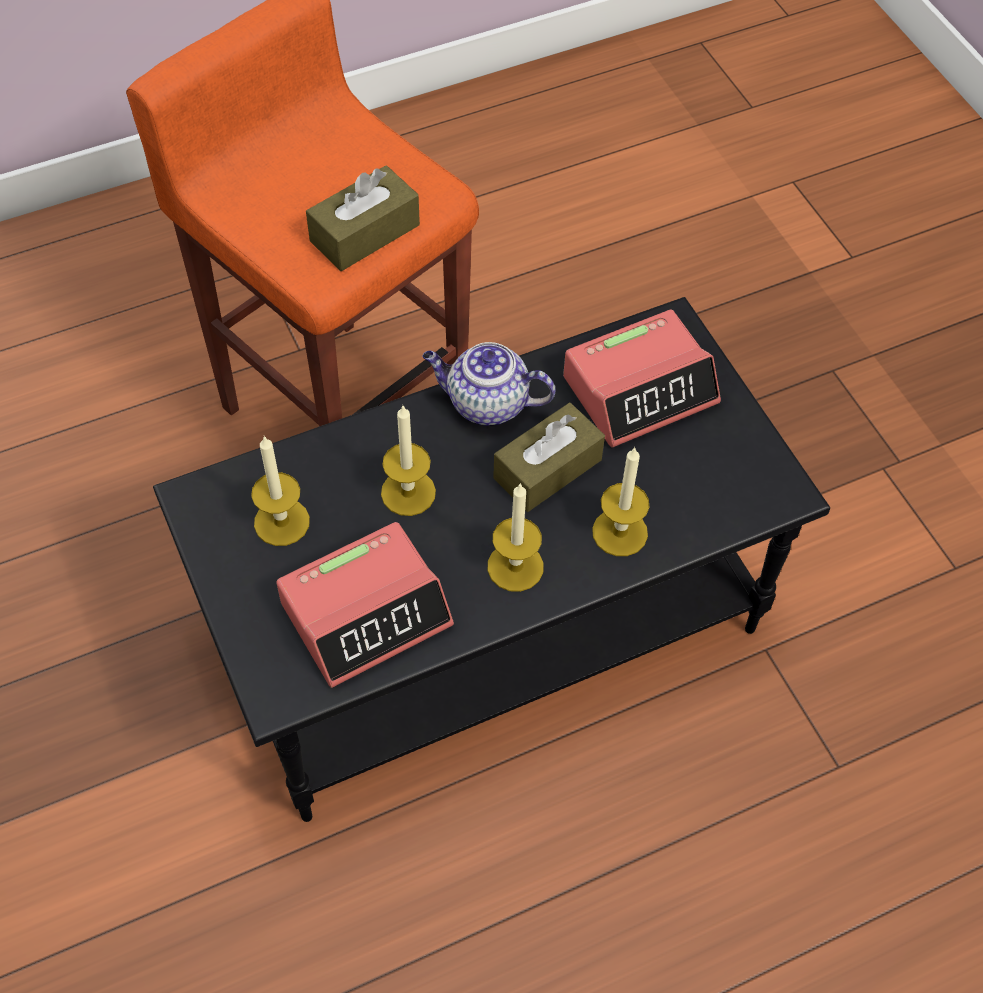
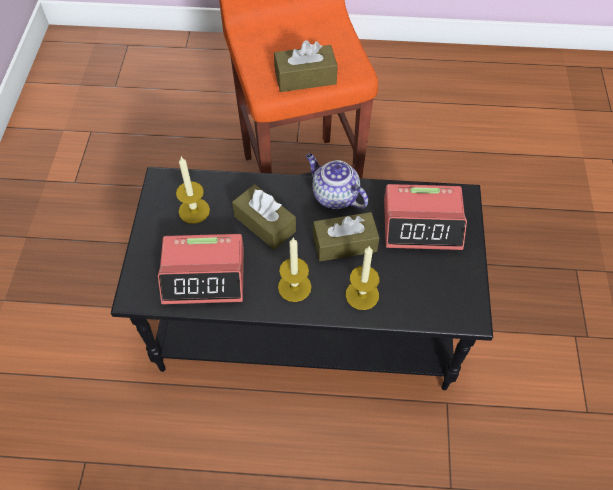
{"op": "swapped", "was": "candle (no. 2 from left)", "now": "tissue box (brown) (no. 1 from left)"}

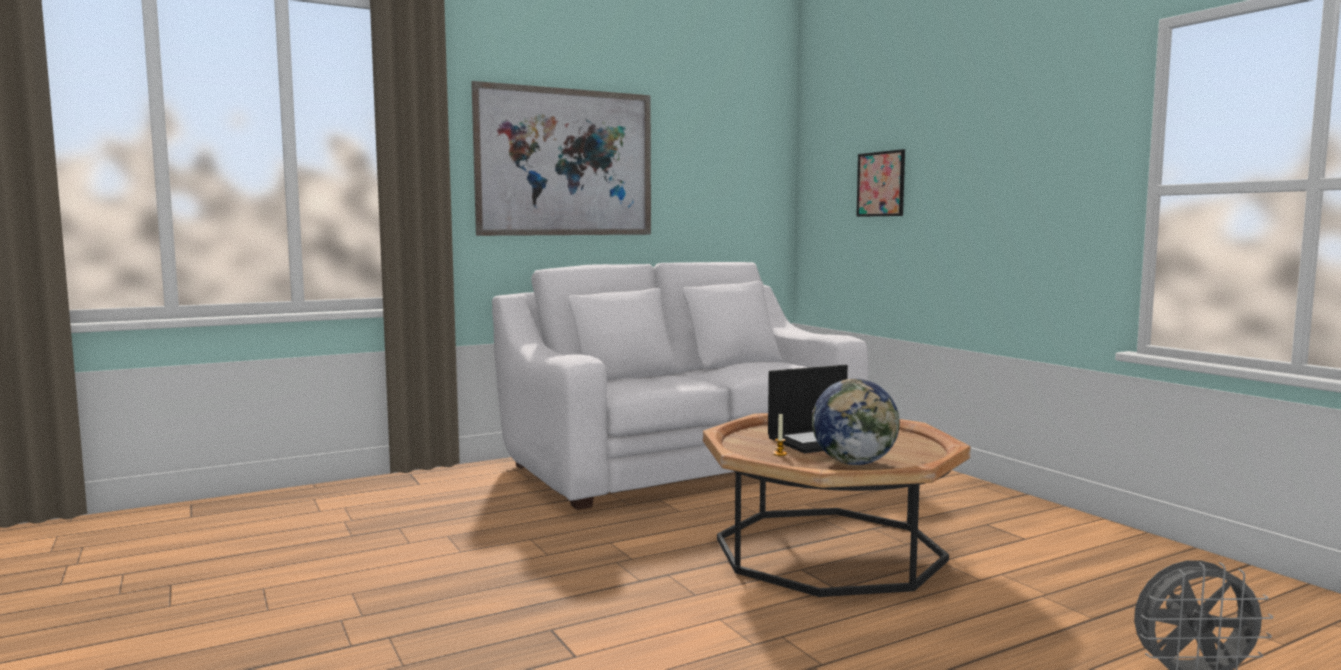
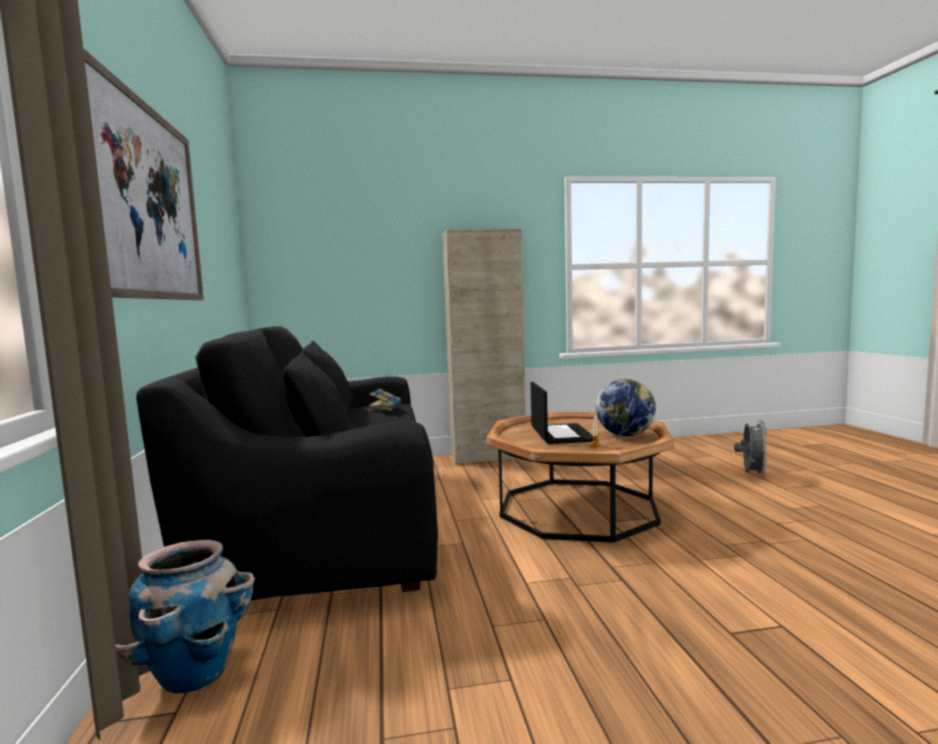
{"op": "new", "now": "planter"}
{"op": "repainted", "was": "sofa (white)", "now": "sofa (black)"}
{"op": "new", "now": "book"}
{"op": "new", "now": "cabinet (beige)"}
{"op": "gone", "was": "picture (no. 2 from left)"}

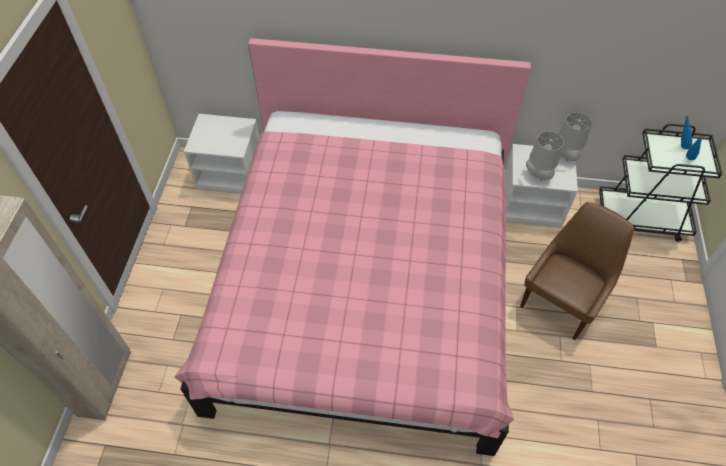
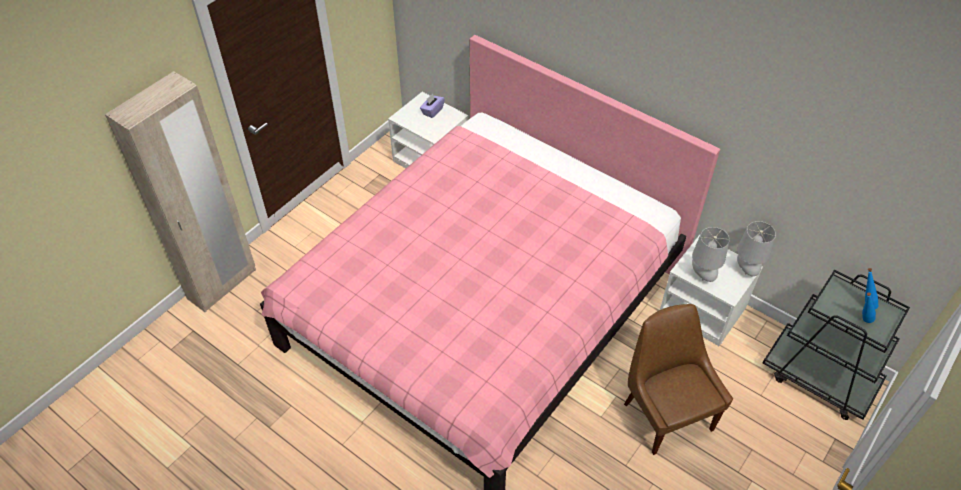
{"op": "new", "now": "tissue box (purple)"}
{"op": "rotated", "was": "chair (brown)", "clockwise": -90}

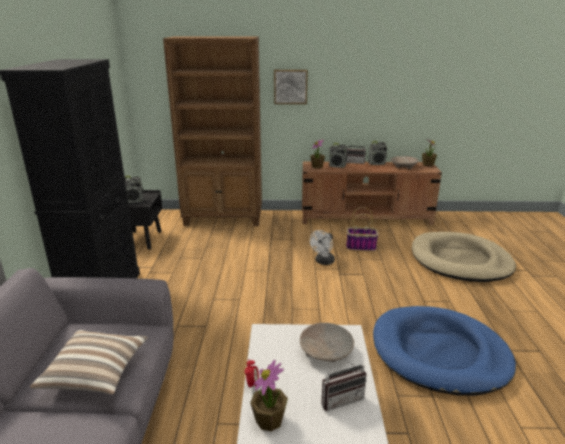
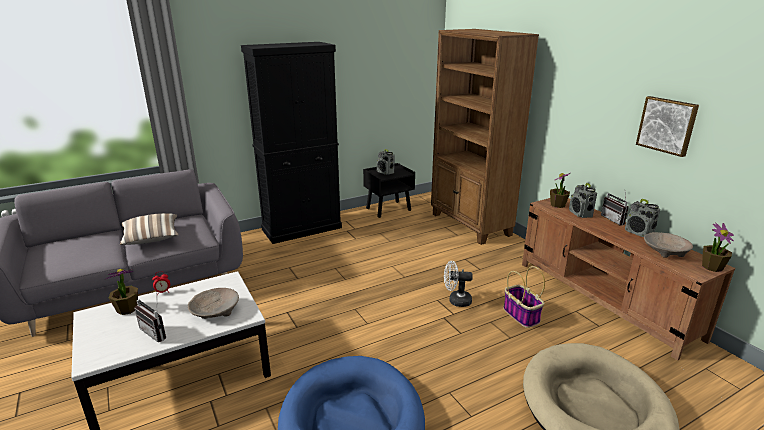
{"op": "shifted", "was": "picture"}

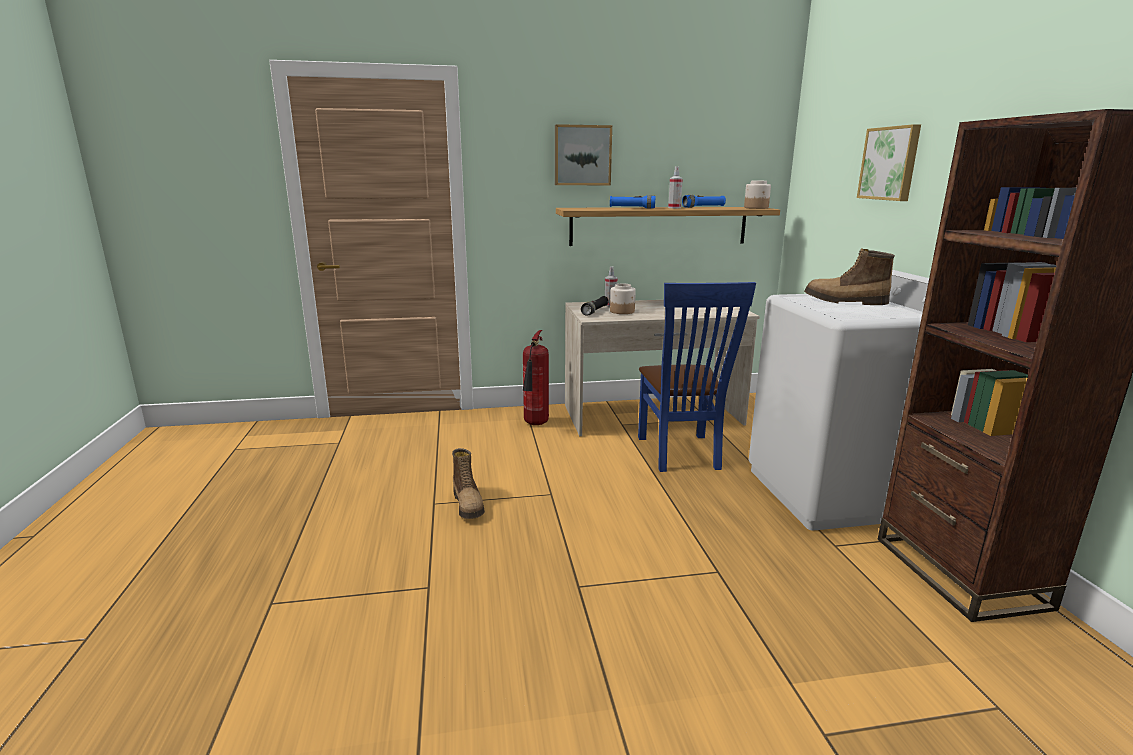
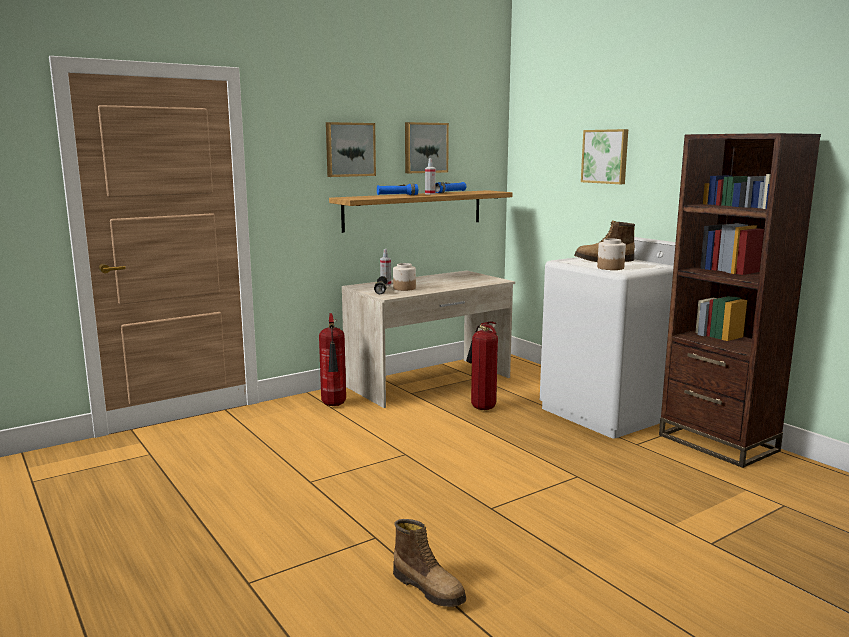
{"op": "shifted", "was": "boot (no. 1 from left)"}
{"op": "new", "now": "picture (no. 2 from left)"}
{"op": "swapped", "was": "chair (blue)", "now": "fire extinguisher (no. 2 from left)"}
{"op": "shifted", "was": "jar (no. 2 from left)"}

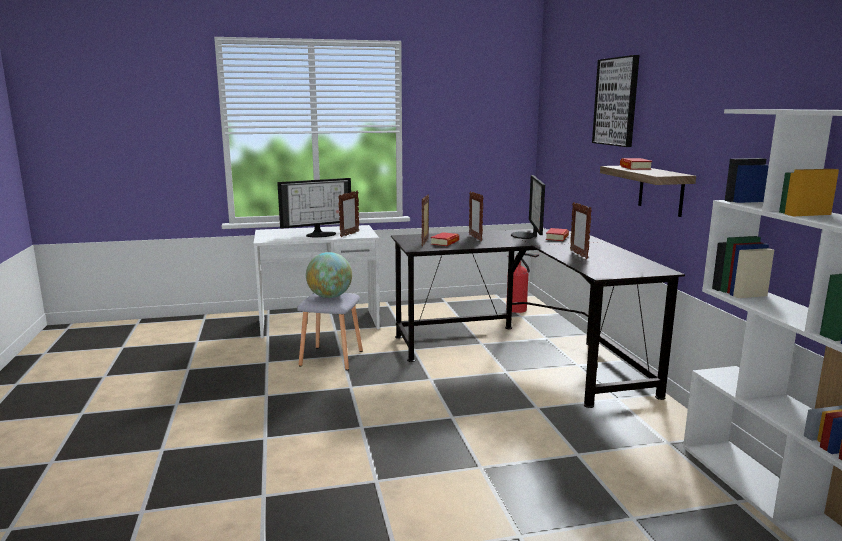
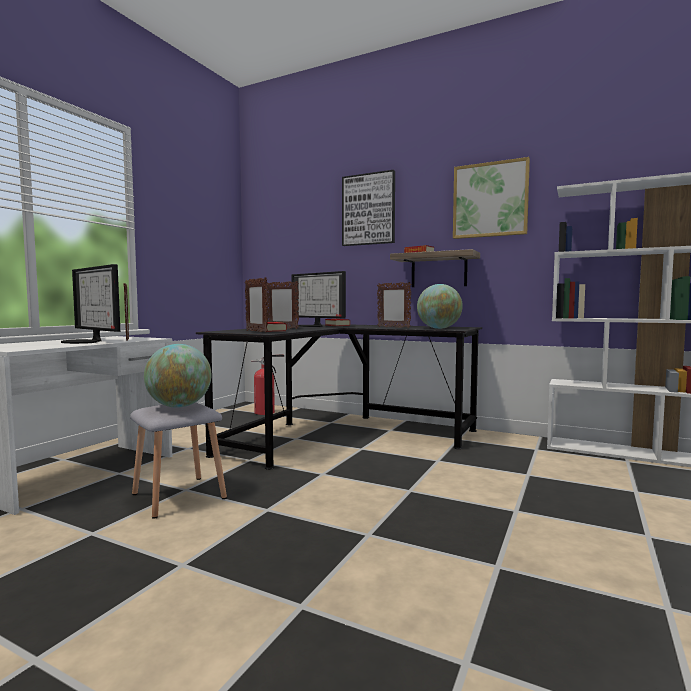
{"op": "rotated", "was": "monitor (no. 1 from left)", "clockwise": 120}
{"op": "new", "now": "globe (no. 2 from left)"}
{"op": "new", "now": "picture (no. 2 from left)"}

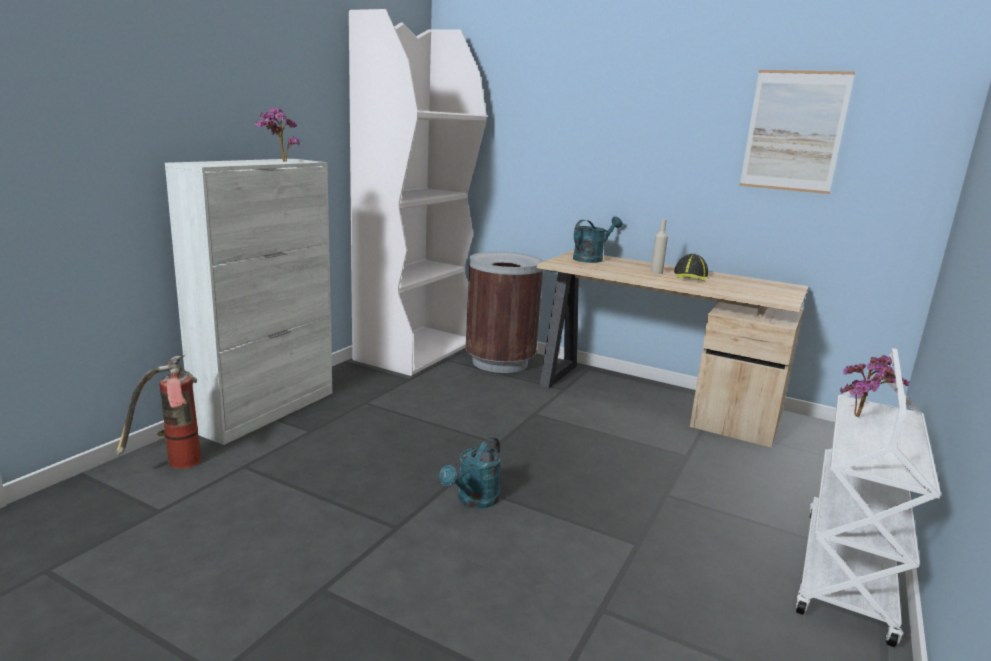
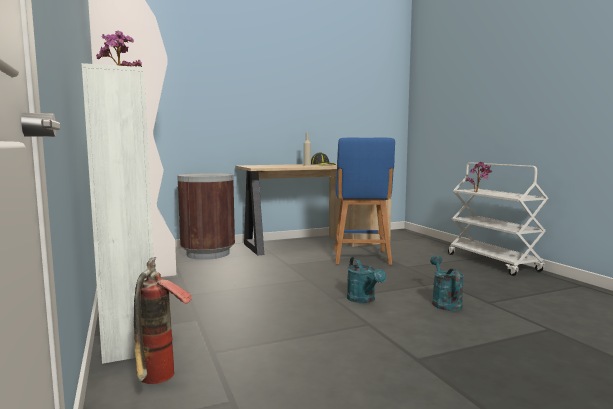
{"op": "new", "now": "stool (blue)"}
{"op": "shifted", "was": "watering can (turquoise) (no. 2 from left)"}
{"op": "gone", "was": "picture"}

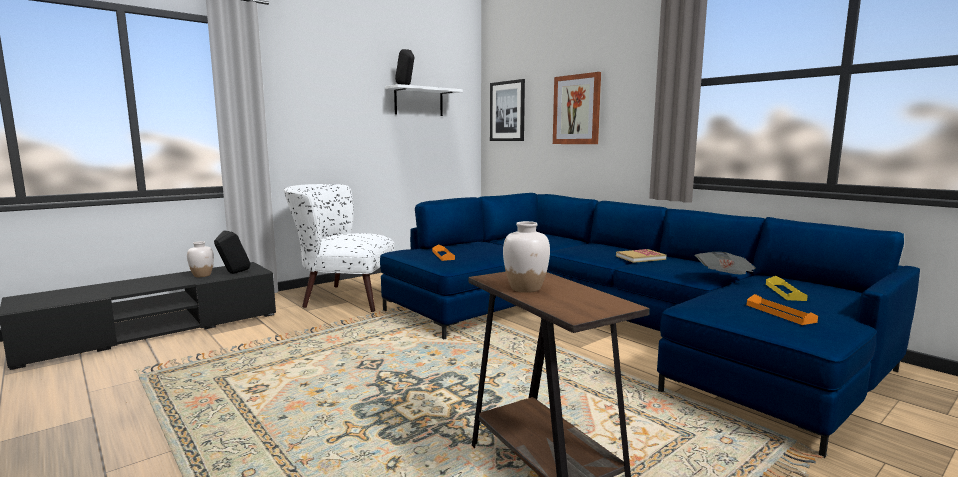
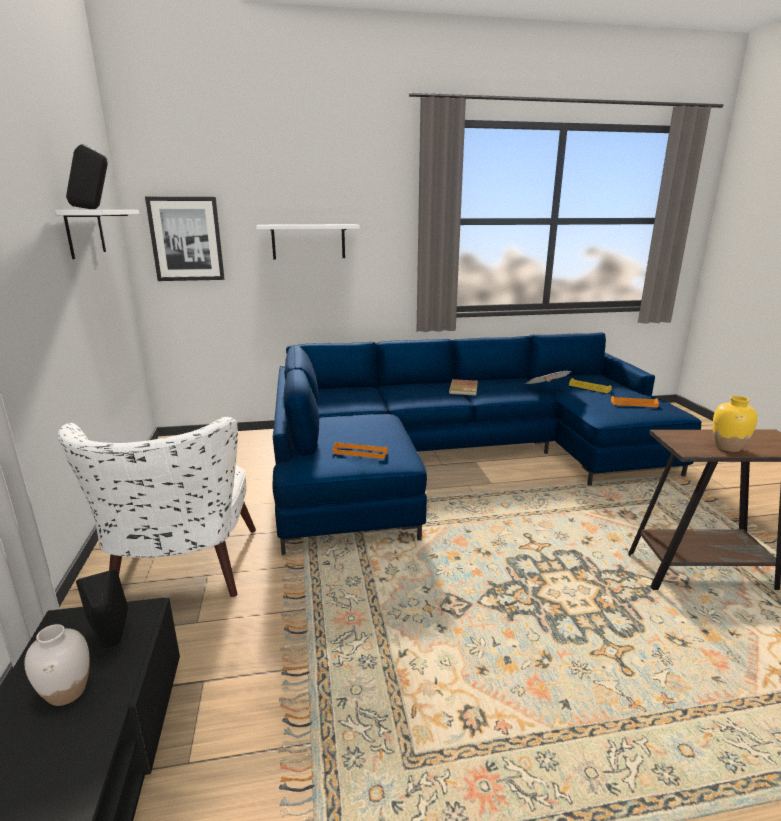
{"op": "rotated", "was": "armchair (white)", "clockwise": -45}
{"op": "swapped", "was": "picture (no. 2 from left)", "now": "shelf (white) (no. 2 from left)"}
{"op": "repainted", "was": "vase (white) (no. 2 from left)", "now": "vase (yellow)"}

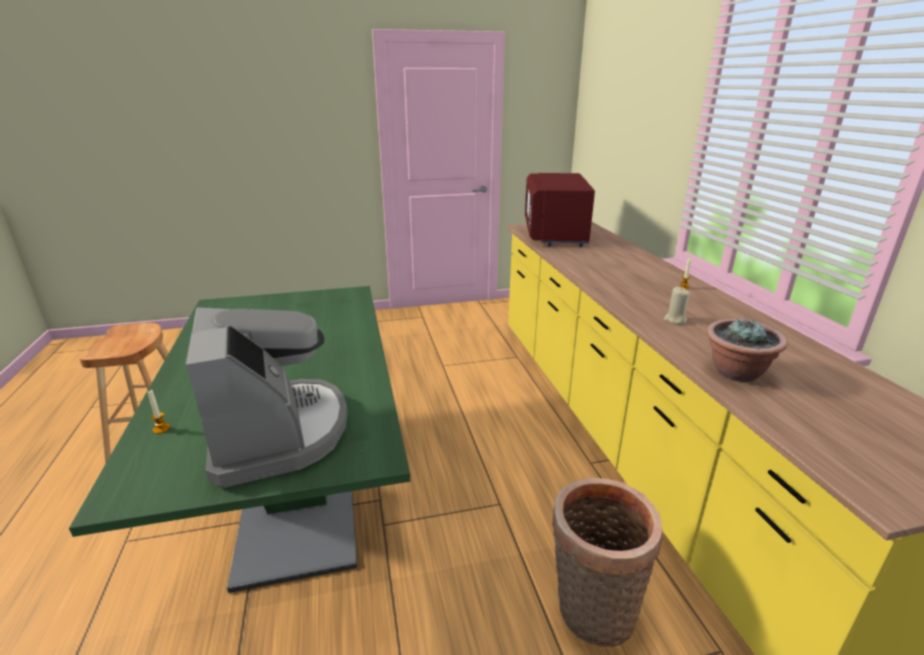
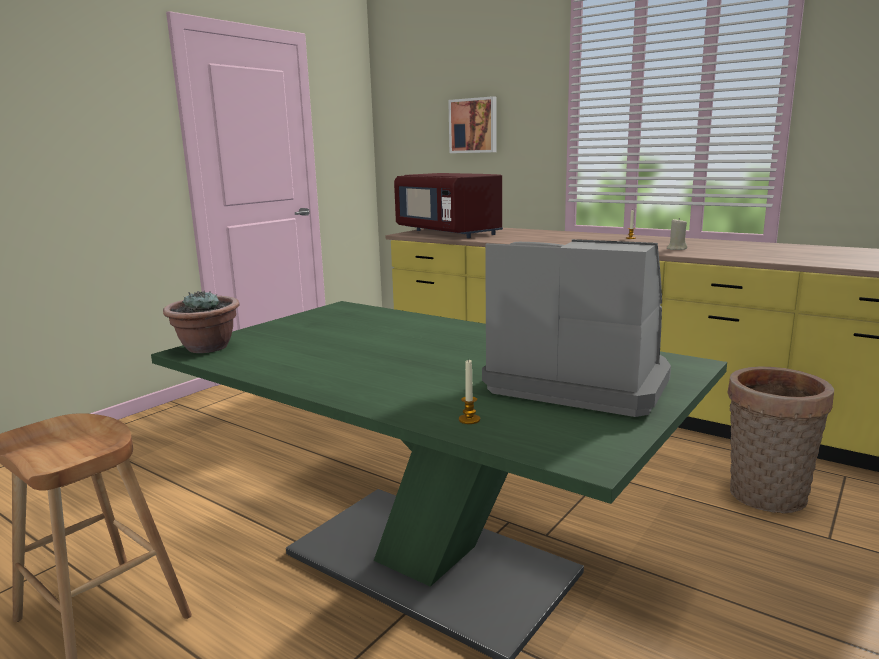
{"op": "shifted", "was": "potted plant"}
{"op": "new", "now": "picture"}

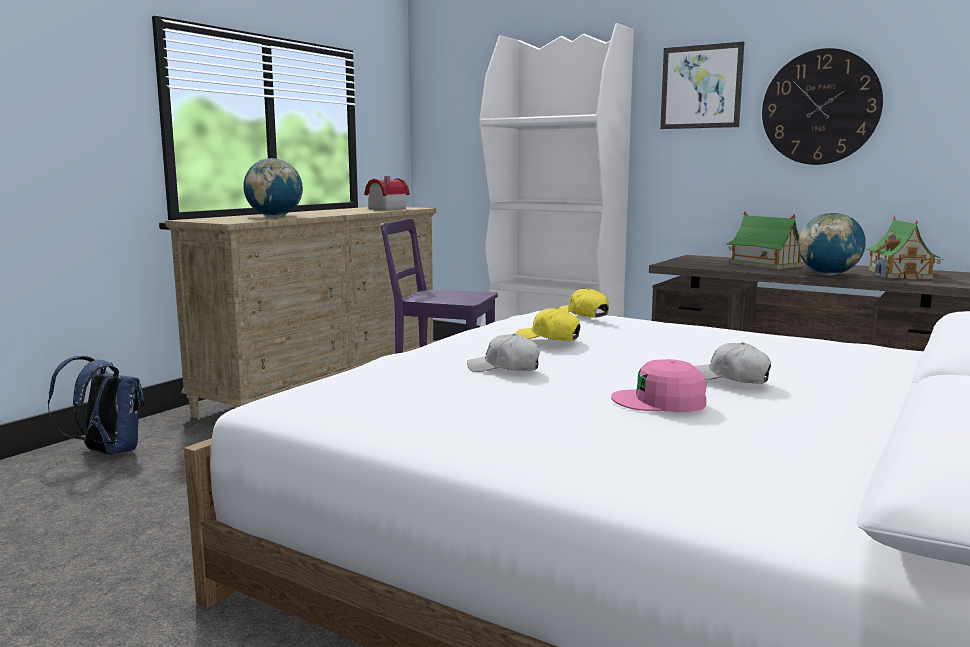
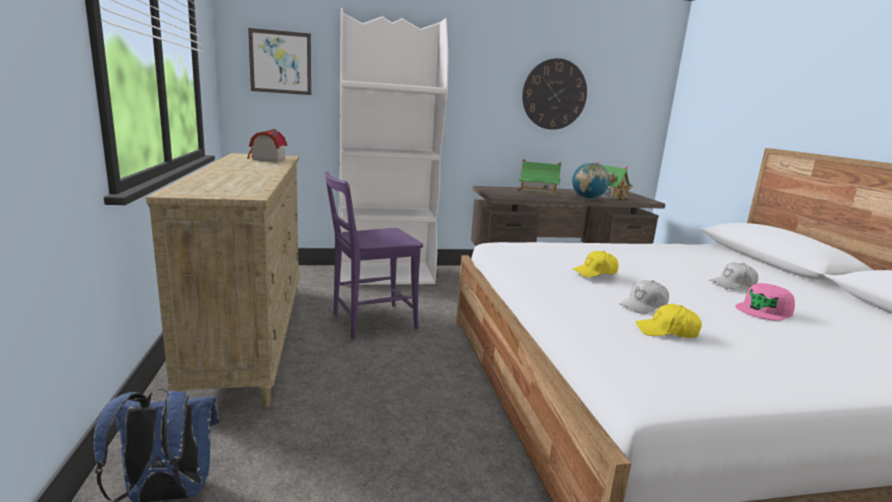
{"op": "shifted", "was": "picture"}
{"op": "shifted", "was": "cap (yellow) (no. 2 from left)"}
{"op": "gone", "was": "globe (no. 1 from left)"}

